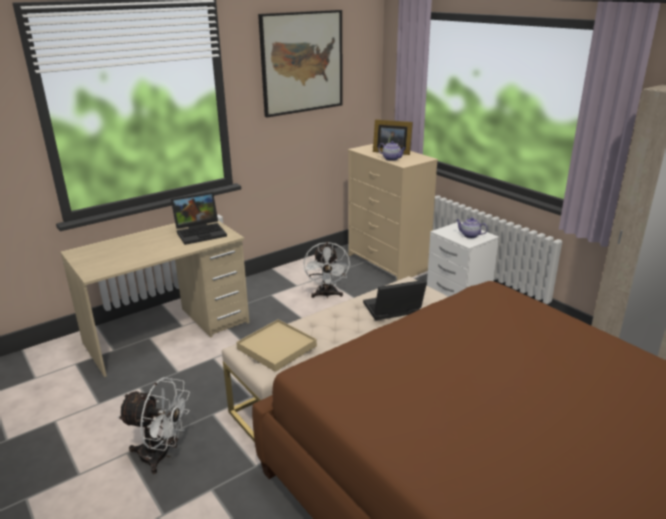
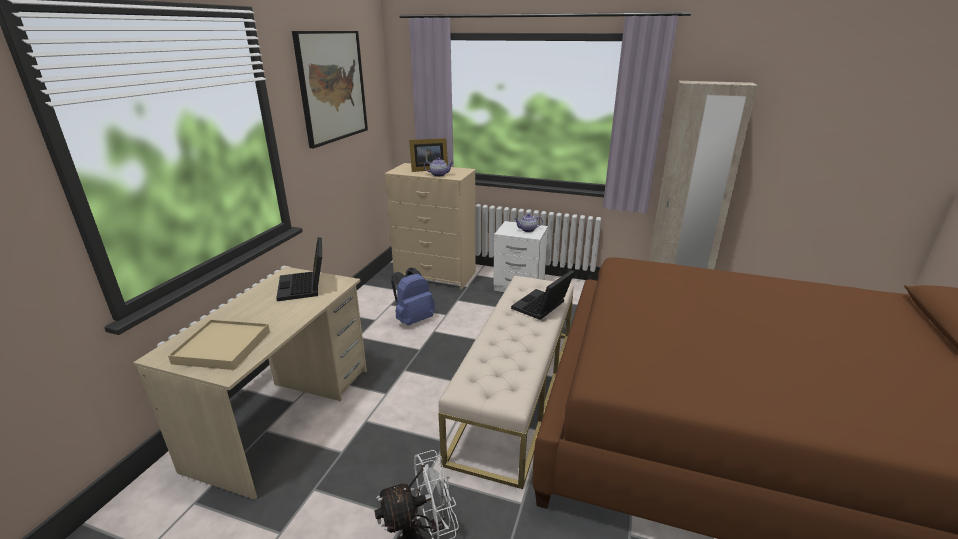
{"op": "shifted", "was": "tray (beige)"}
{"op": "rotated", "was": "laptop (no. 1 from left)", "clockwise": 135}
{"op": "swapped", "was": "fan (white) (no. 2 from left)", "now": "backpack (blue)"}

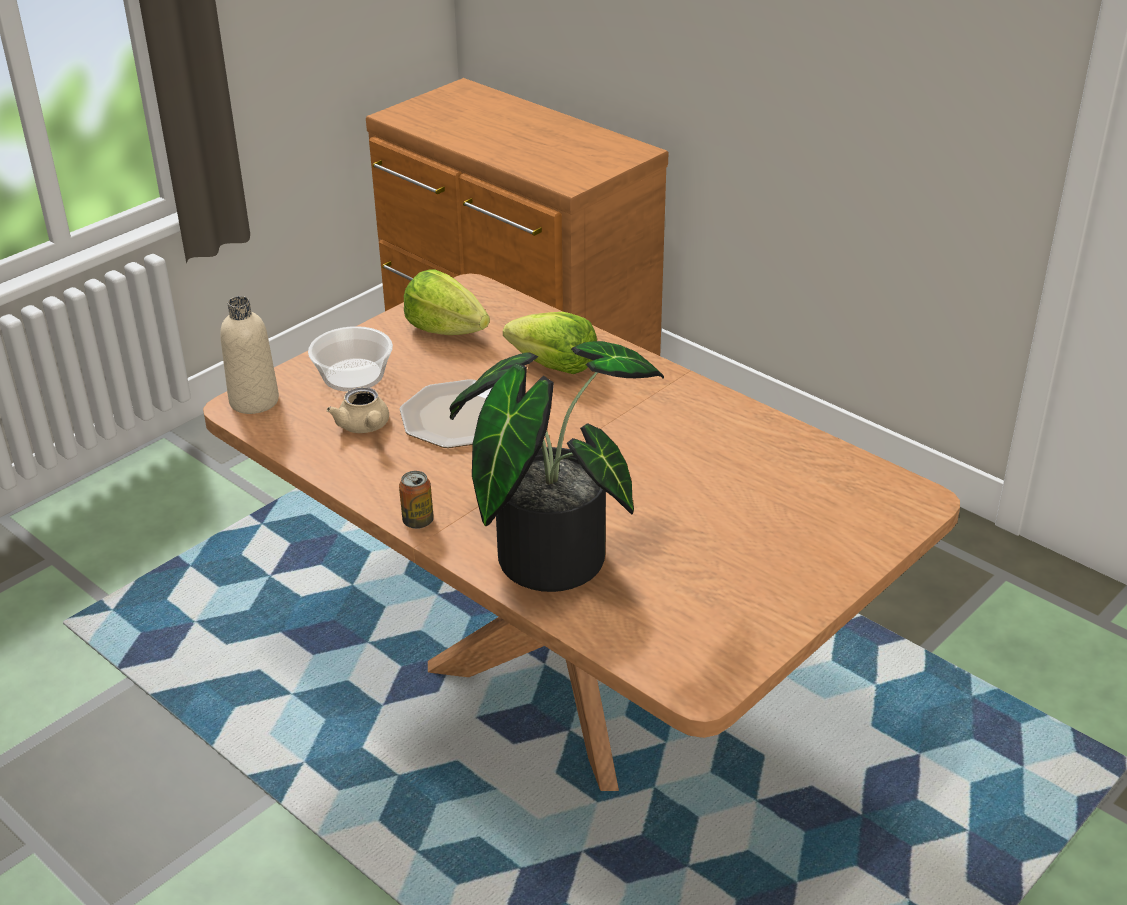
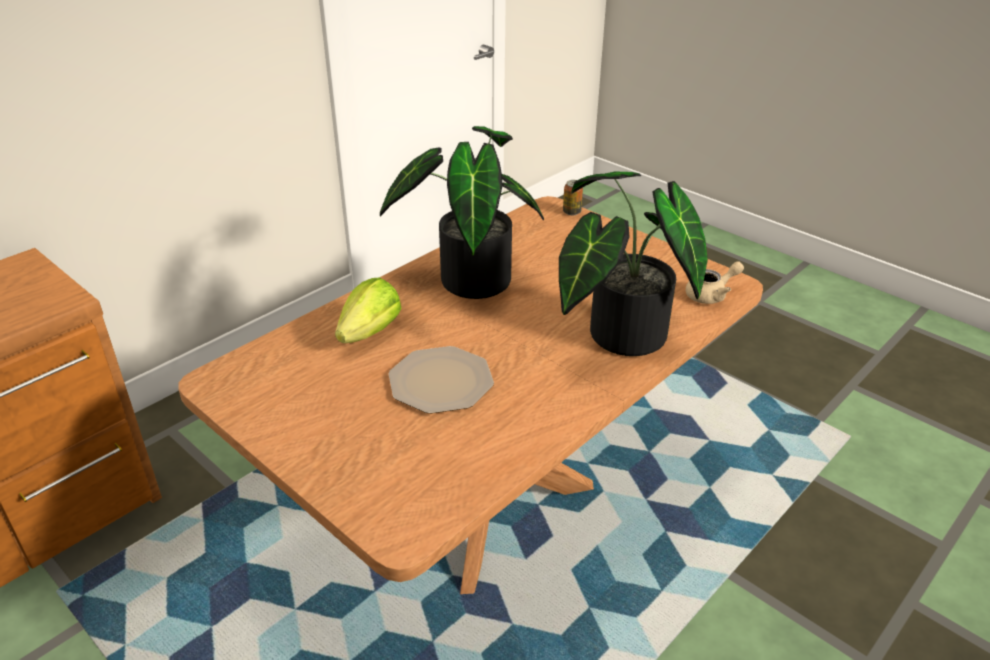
{"op": "new", "now": "potted plant (no. 1 from left)"}
{"op": "shifted", "was": "can"}
{"op": "shifted", "was": "teapot (beige)"}
{"op": "gone", "was": "bottle (beige)"}
{"op": "gone", "was": "bowl"}
{"op": "gone", "was": "lettuce (no. 1 from left)"}

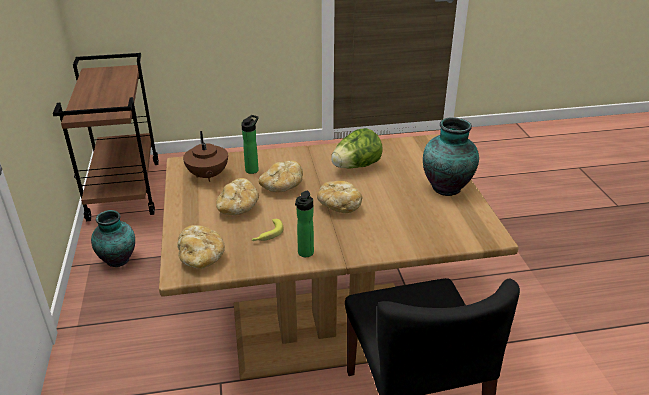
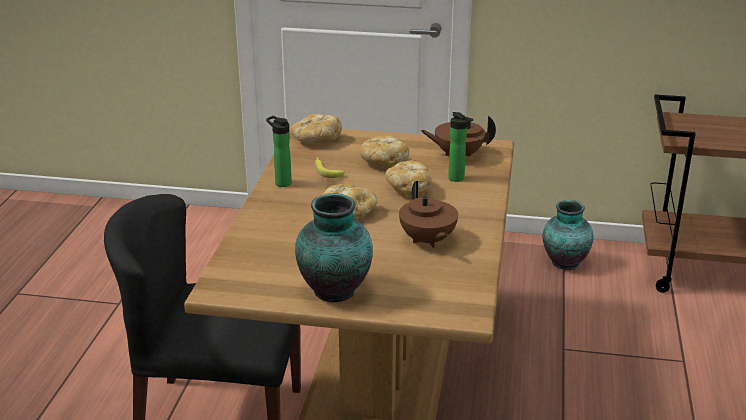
{"op": "swapped", "was": "lettuce", "now": "teapot (brown) (no. 1 from left)"}

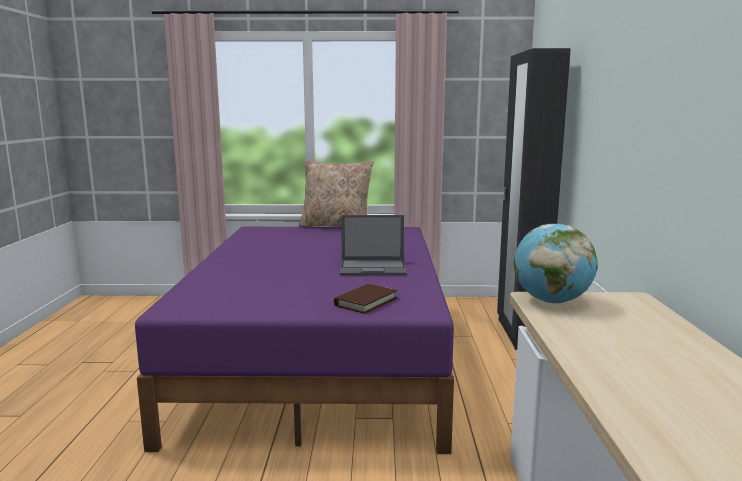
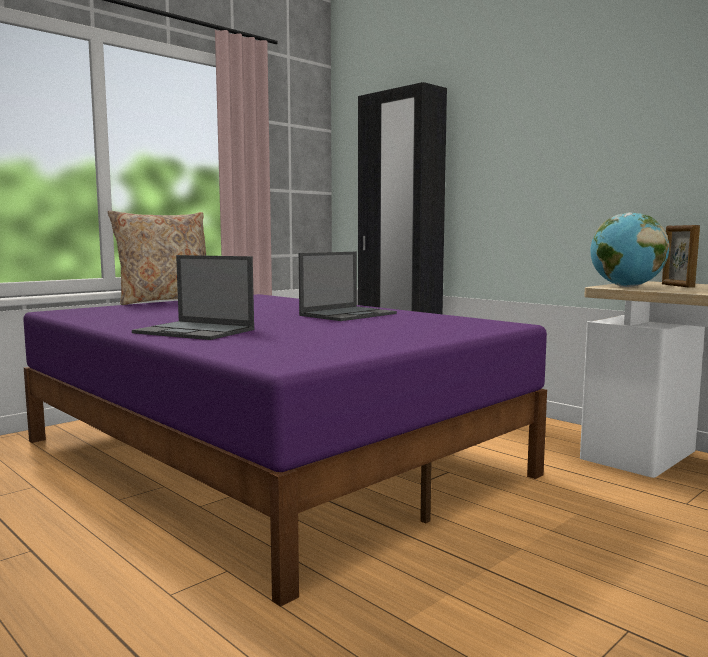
{"op": "new", "now": "laptop (no. 1 from left)"}
{"op": "new", "now": "picture frame"}
{"op": "gone", "was": "book (brown)"}

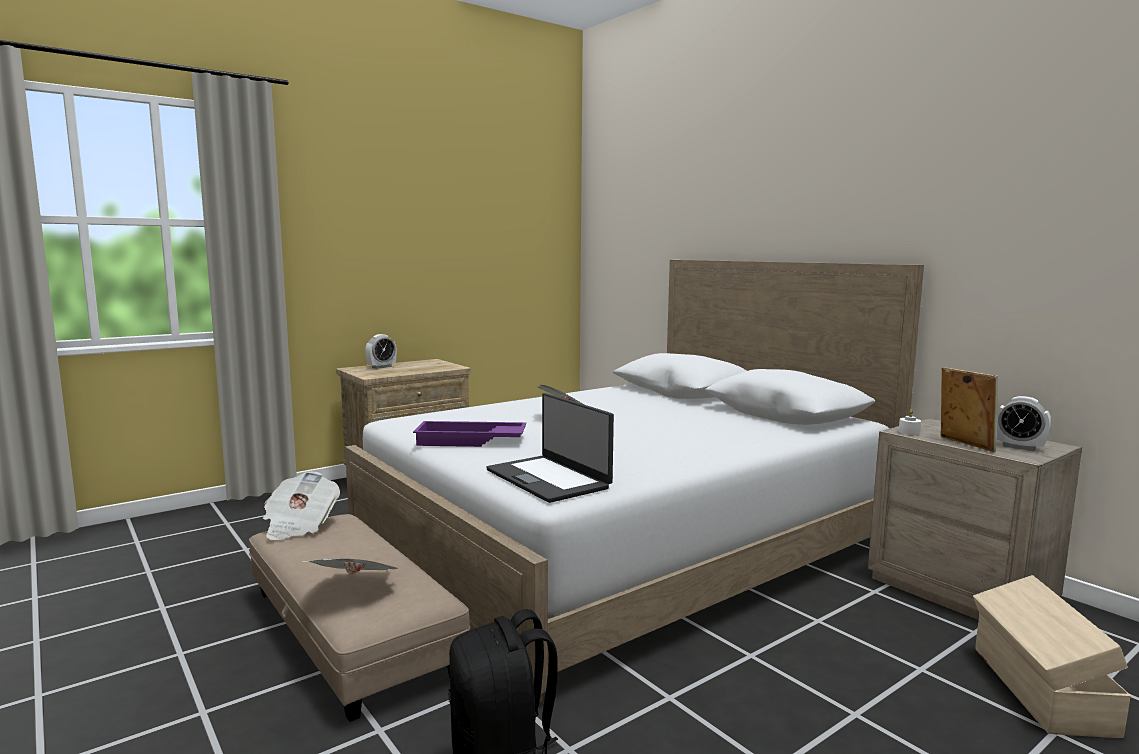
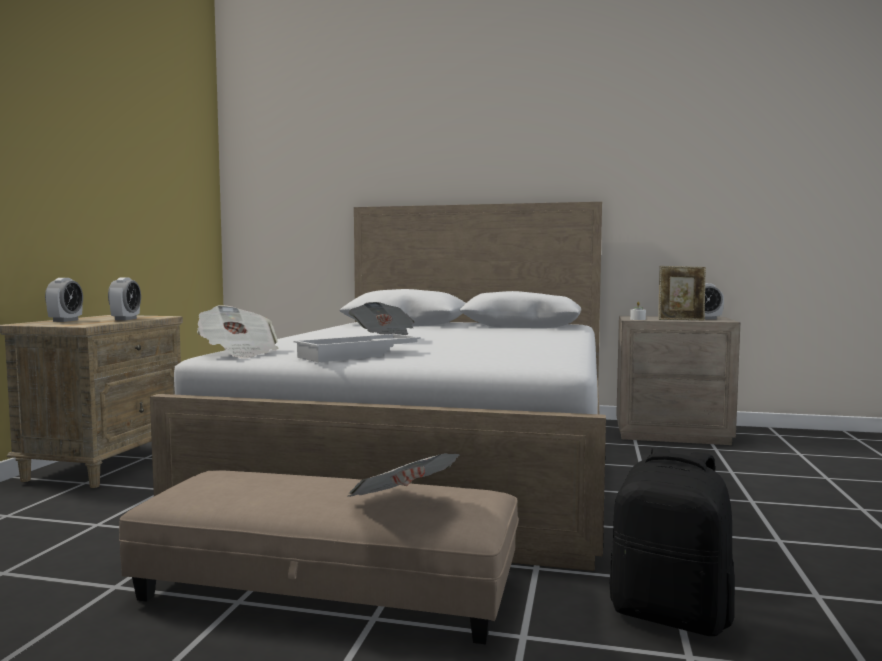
{"op": "new", "now": "alarm clock (no. 2 from left)"}
{"op": "shifted", "was": "newspaper (no. 1 from left)"}
{"op": "repainted", "was": "tray (purple)", "now": "tray (white)"}
{"op": "rotated", "was": "picture frame", "clockwise": 150}
{"op": "gone", "was": "laptop"}
{"op": "gone", "was": "storage box (beige)"}

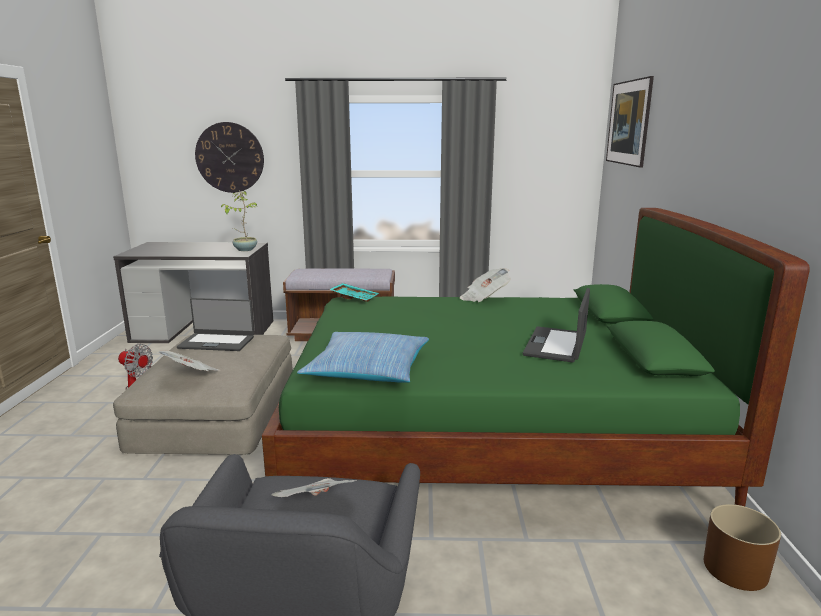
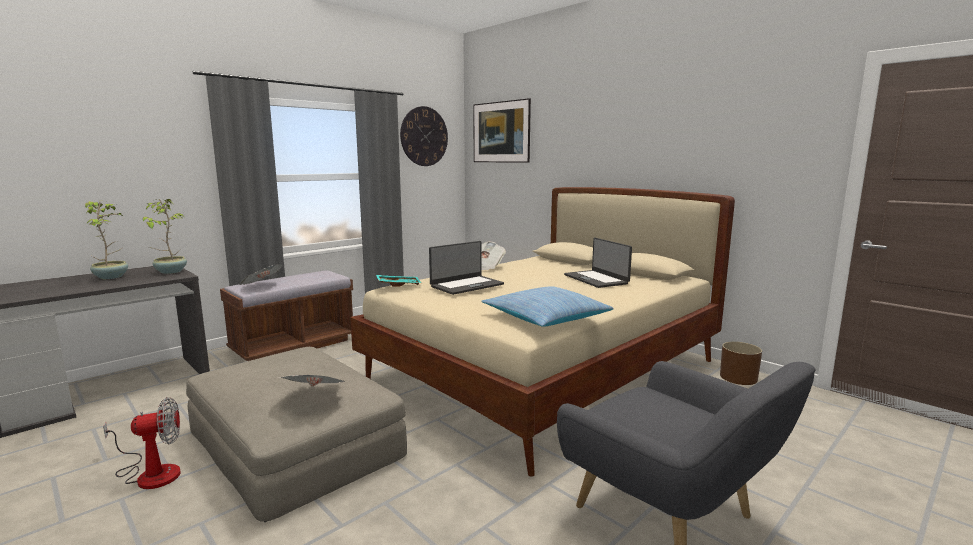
{"op": "new", "now": "potted plant (no. 1 from left)"}
{"op": "shifted", "was": "newspaper (no. 2 from left in the first image)", "now": "newspaper (no. 1 from left)"}
{"op": "repainted", "was": "bed (green)", "now": "bed (beige)"}
{"op": "shifted", "was": "wall clock"}
{"op": "shifted", "was": "laptop (no. 1 from left)"}

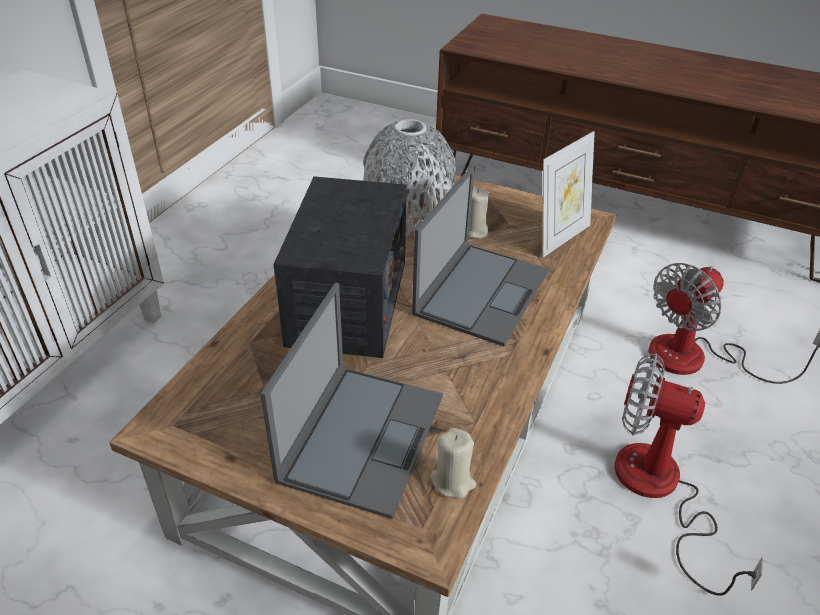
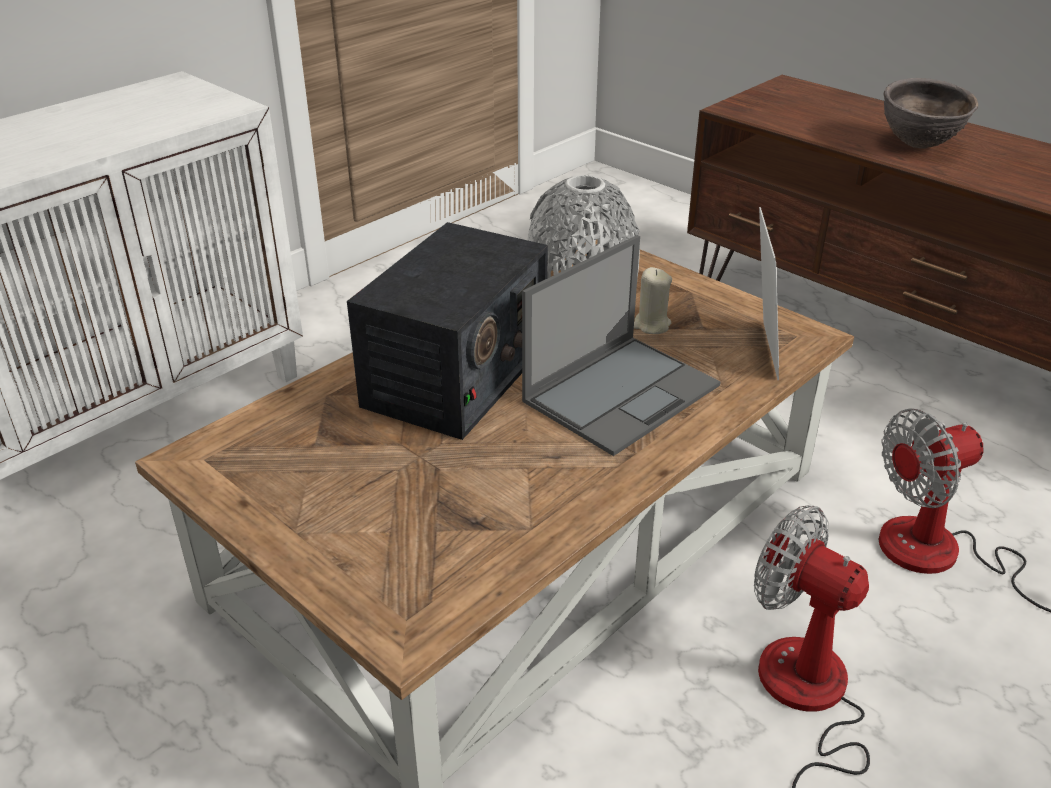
{"op": "rotated", "was": "picture frame", "clockwise": -60}
{"op": "new", "now": "bowl (brown)"}
{"op": "gone", "was": "laptop (no. 1 from left)"}
{"op": "gone", "was": "candle (beige) (no. 1 from left)"}

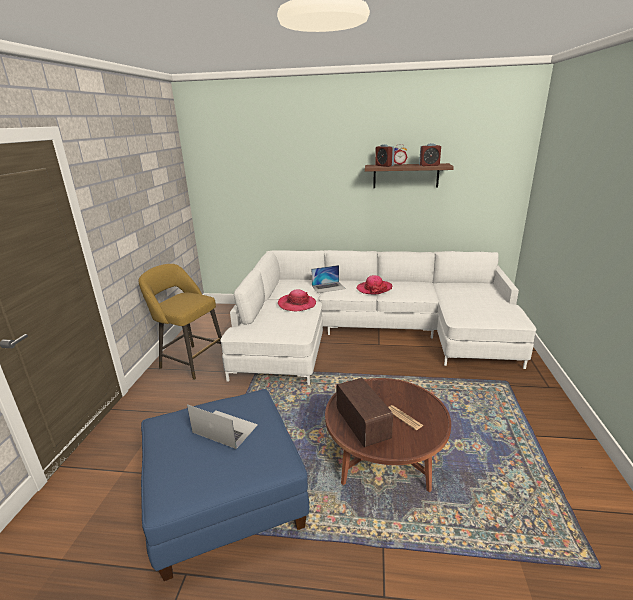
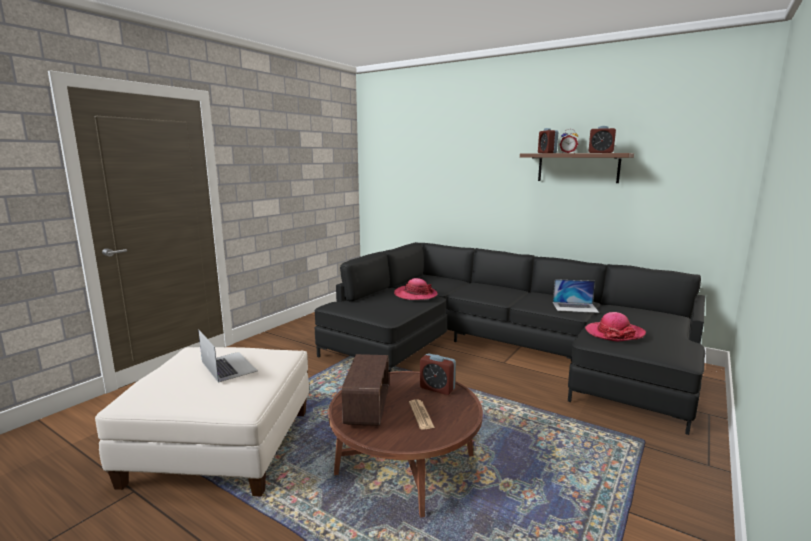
{"op": "repainted", "was": "ottoman (blue)", "now": "ottoman (white)"}
{"op": "repainted", "was": "sofa (white)", "now": "sofa (black)"}
{"op": "new", "now": "alarm clock (no. 1 from left)"}
{"op": "shifted", "was": "laptop (no. 2 from left)"}
{"op": "shifted", "was": "hat (no. 2 from left)"}
{"op": "gone", "was": "stool (yellow)"}

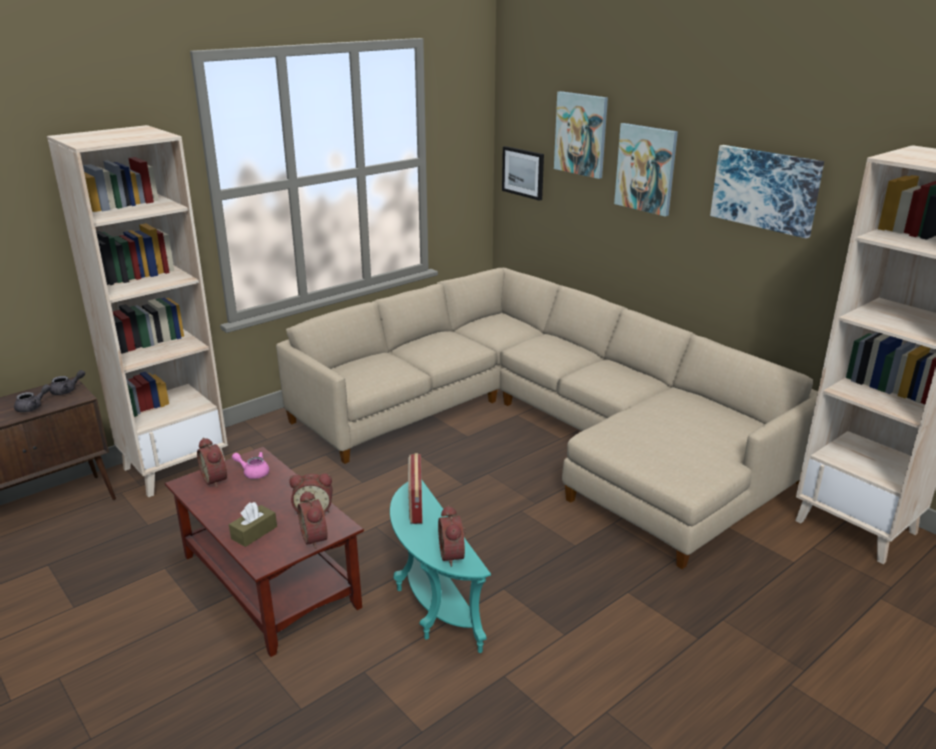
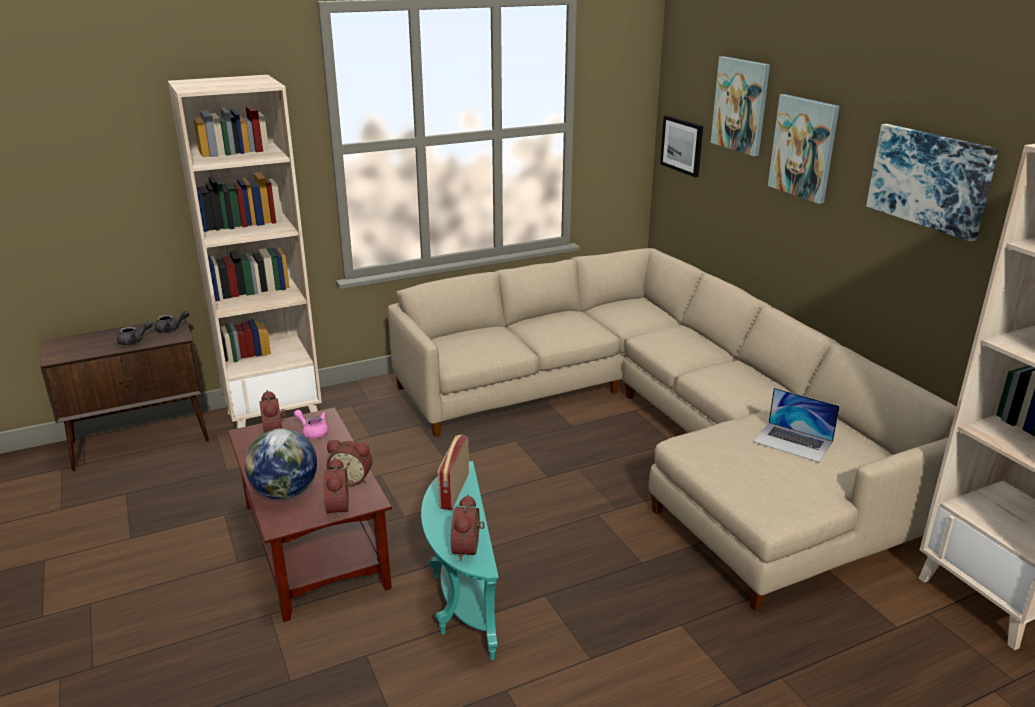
{"op": "swapped", "was": "tissue box (brown)", "now": "globe"}
{"op": "new", "now": "laptop"}

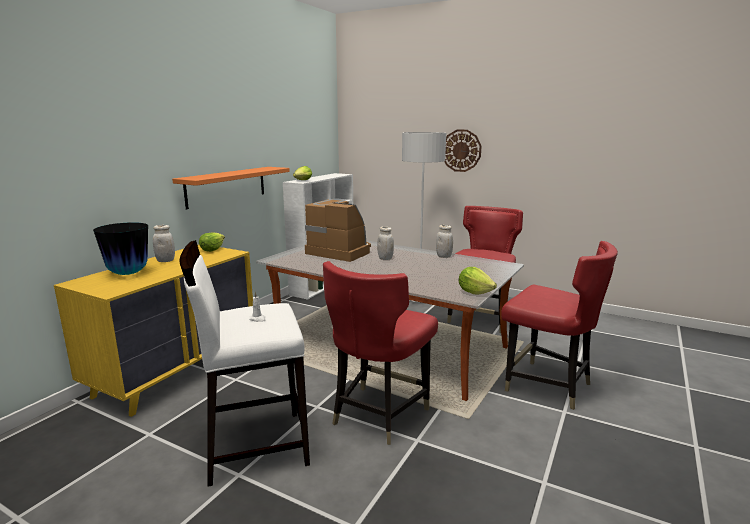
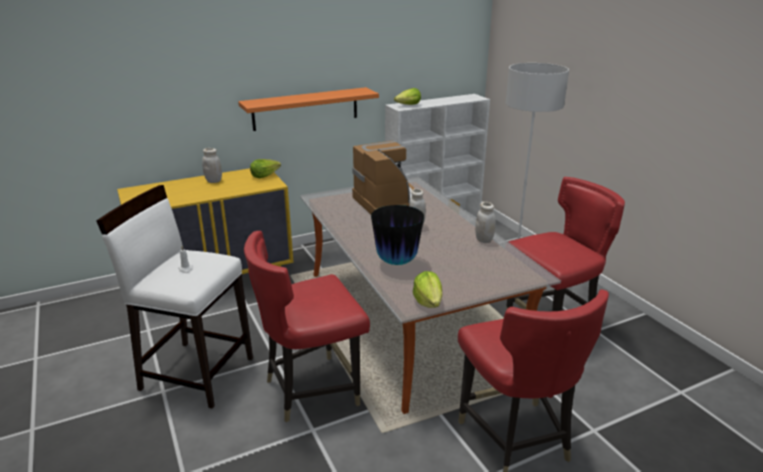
{"op": "shifted", "was": "vase"}
{"op": "gone", "was": "wall clock"}

